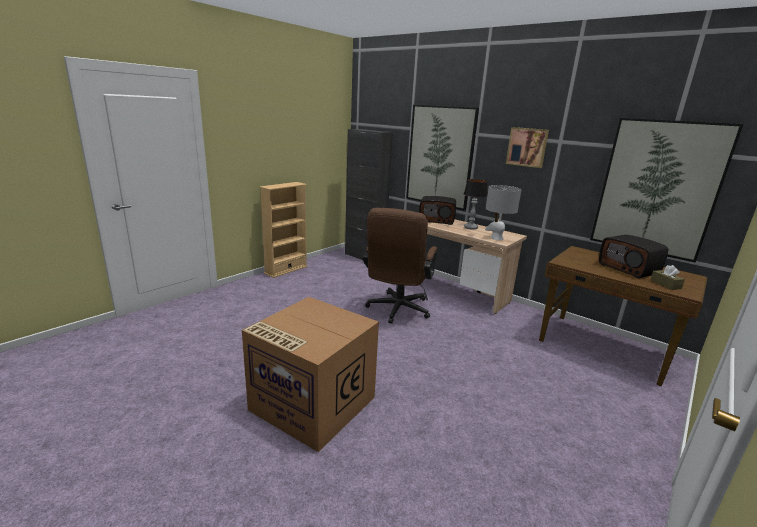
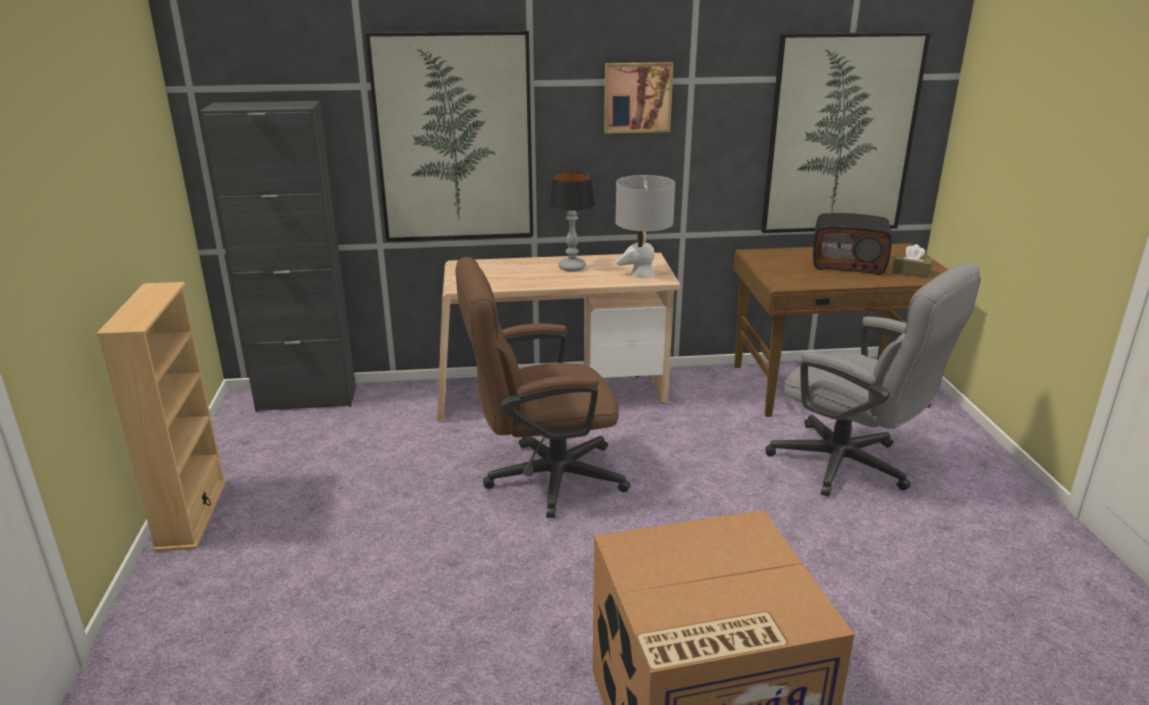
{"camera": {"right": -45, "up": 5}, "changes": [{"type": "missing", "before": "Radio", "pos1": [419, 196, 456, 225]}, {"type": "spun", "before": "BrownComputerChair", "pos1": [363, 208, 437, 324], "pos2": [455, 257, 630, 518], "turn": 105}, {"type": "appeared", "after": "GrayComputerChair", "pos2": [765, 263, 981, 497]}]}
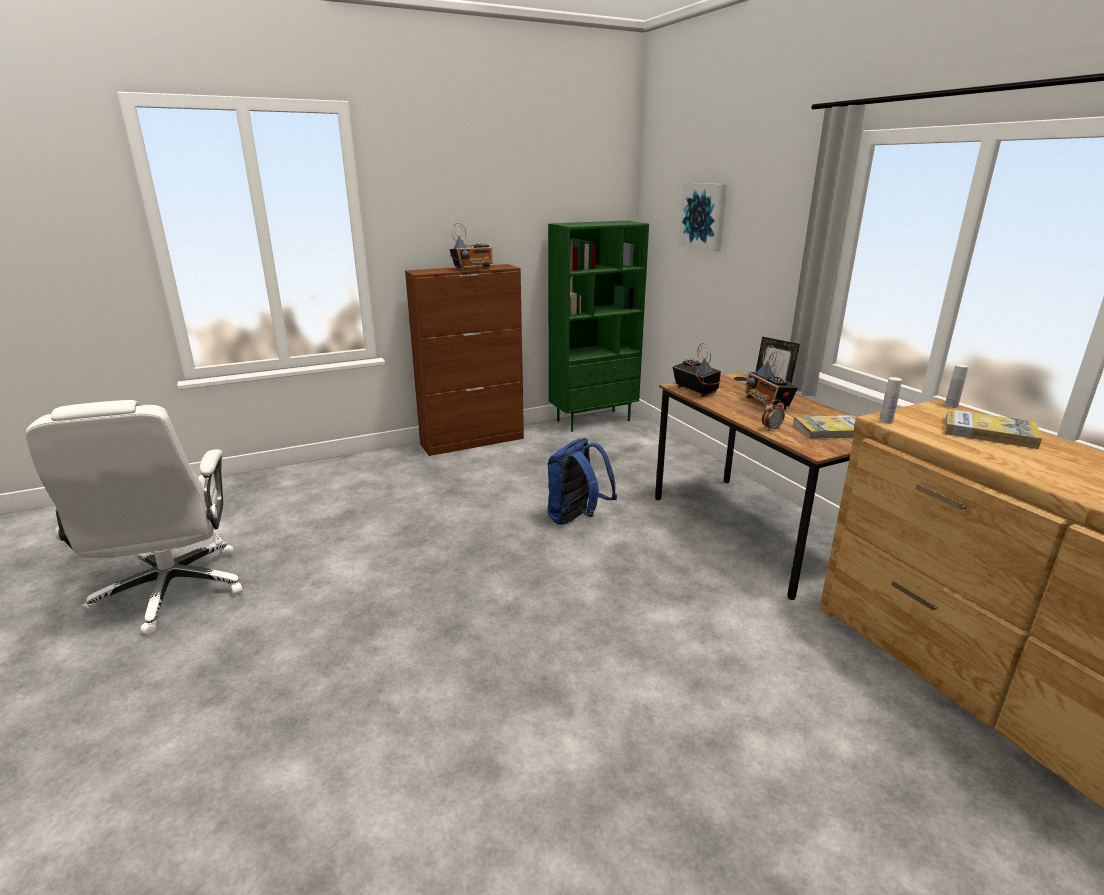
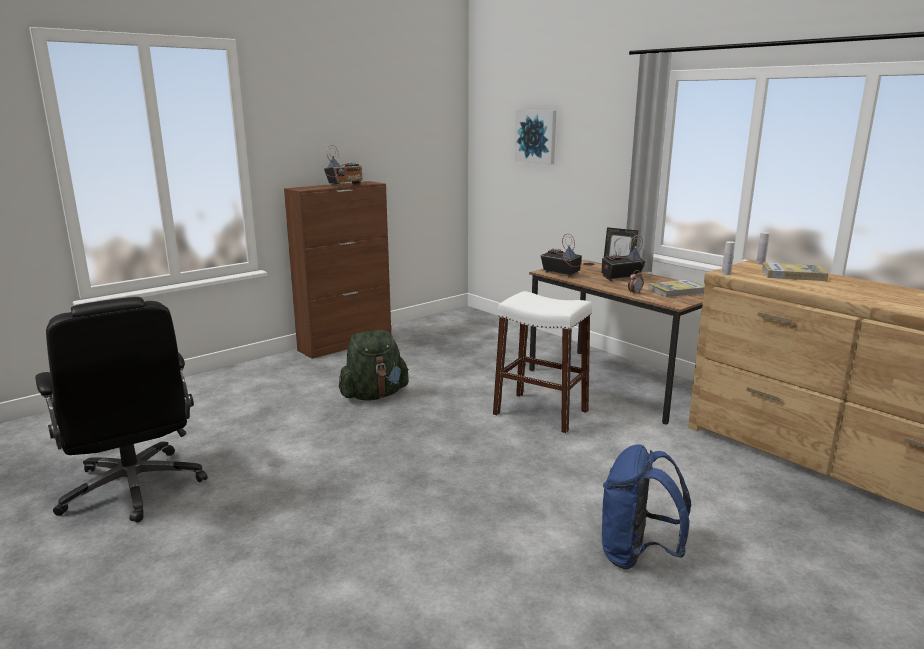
{"camera": {"right": -15, "up": -5}, "changes": [{"type": "missing", "before": "GreenColouredShelvingUnit", "pos1": [548, 221, 649, 432]}, {"type": "spun", "before": "Radio", "pos1": [745, 345, 798, 409], "pos2": [601, 235, 646, 281], "turn": 105}, {"type": "colour", "before": "WhiteColouredComputerChair", "after": "BlackComputerChair", "pos1": [26, 400, 243, 635], "pos2": [35, 297, 208, 523]}, {"type": "relocated", "before": "BlueRucksack", "pos1": [547, 438, 617, 525], "pos2": [602, 444, 691, 569]}, {"type": "appeared", "after": "WhiteColouredStool", "pos2": [493, 291, 592, 433]}, {"type": "appeared", "after": "GreenColouredRucksack", "pos2": [339, 330, 409, 401]}]}
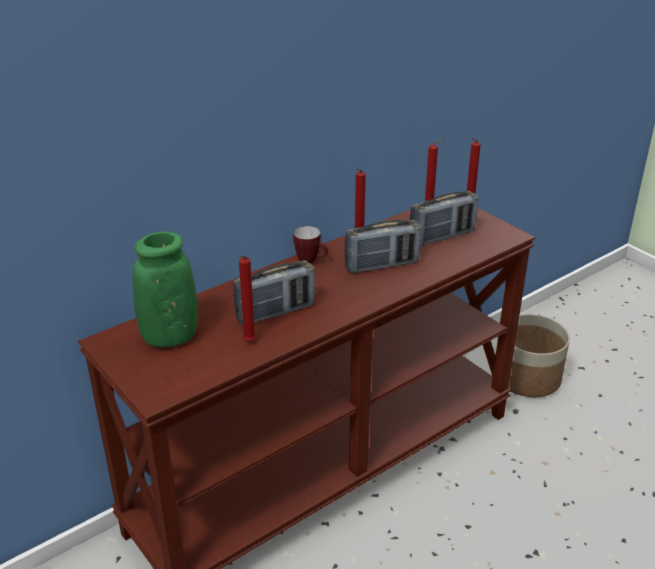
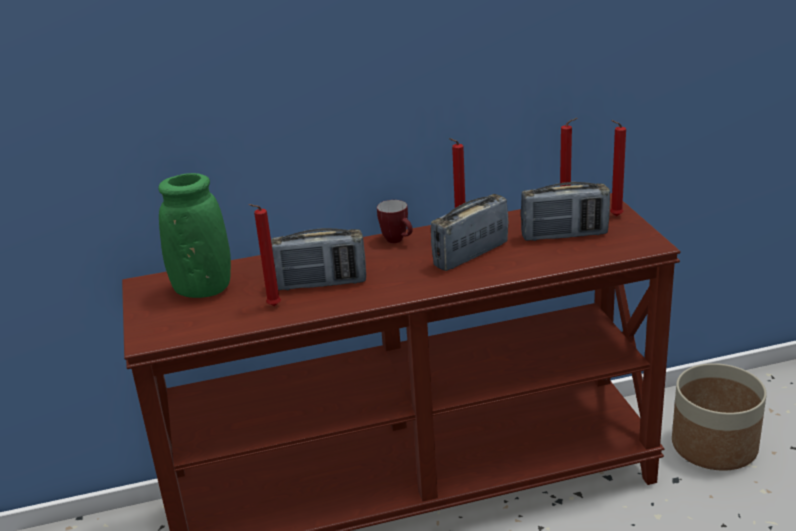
{"camera": {"right": 25, "up": -5}, "changes": [{"type": "spun", "before": "Radio", "pos1": [344, 220, 421, 273], "pos2": [431, 194, 509, 271], "turn": 135}]}
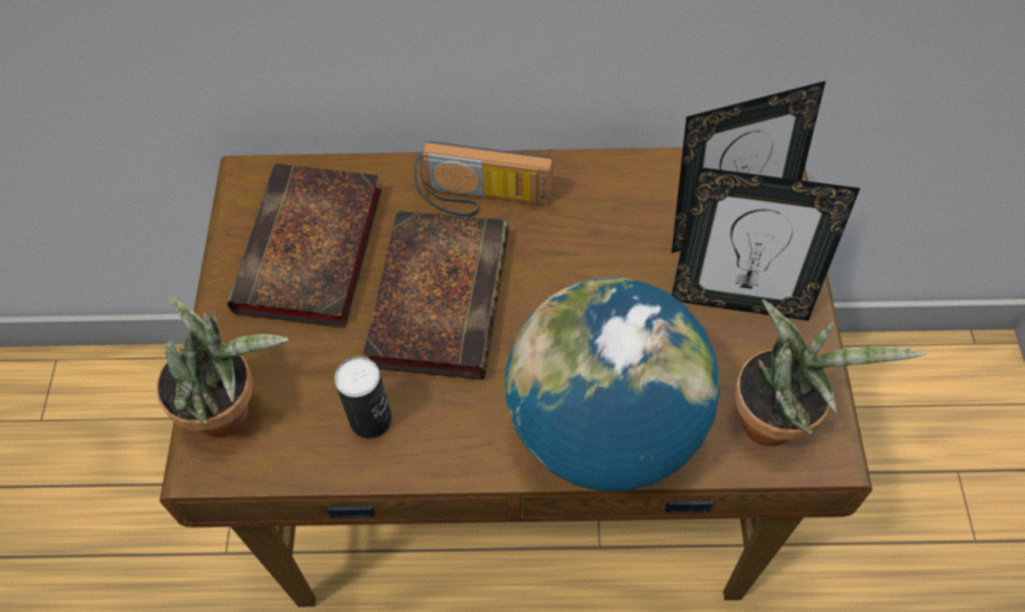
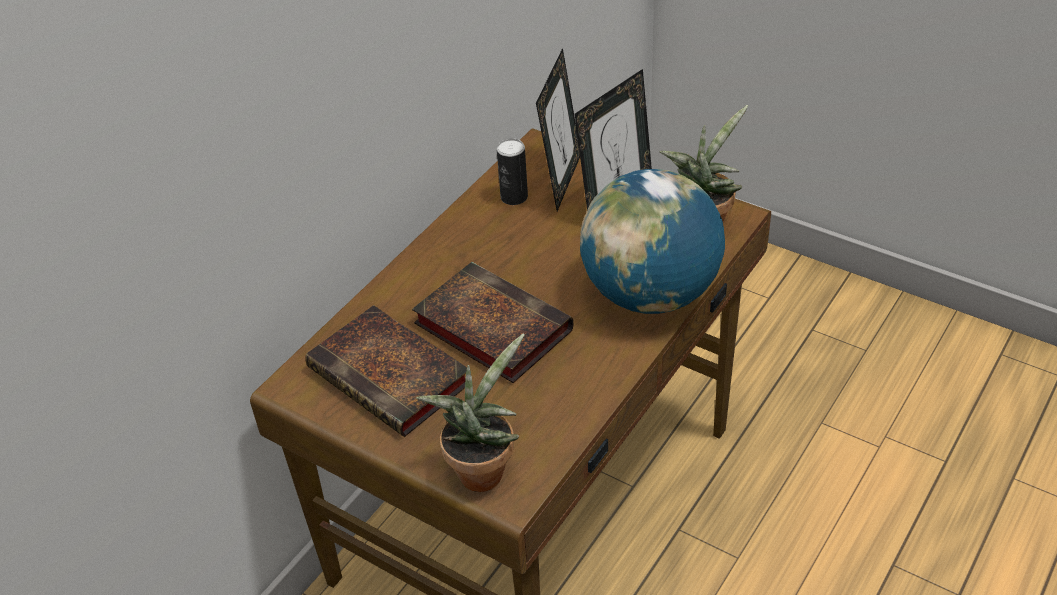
{"camera": {"right": -55, "up": -15}, "changes": [{"type": "missing", "before": "Radio", "pos1": [414, 141, 553, 217]}, {"type": "relocated", "before": "Can", "pos1": [334, 357, 392, 439], "pos2": [497, 138, 528, 205]}]}
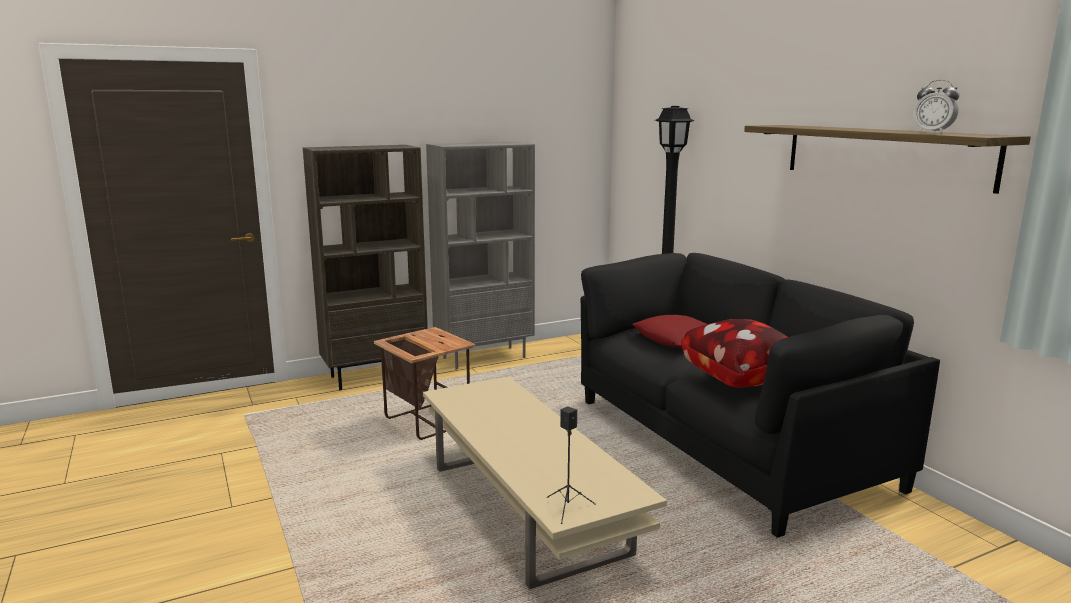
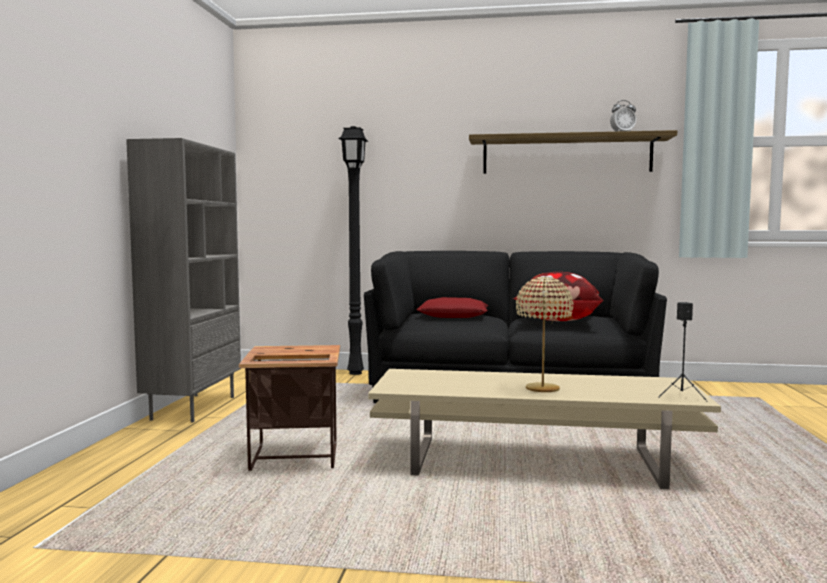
{"camera": {"right": -55, "up": -10}, "changes": [{"type": "missing", "before": "BrownShelvingUnit", "pos1": [303, 145, 428, 390]}, {"type": "appeared", "after": "BeigeColouredLampForATable", "pos2": [516, 277, 573, 392]}]}
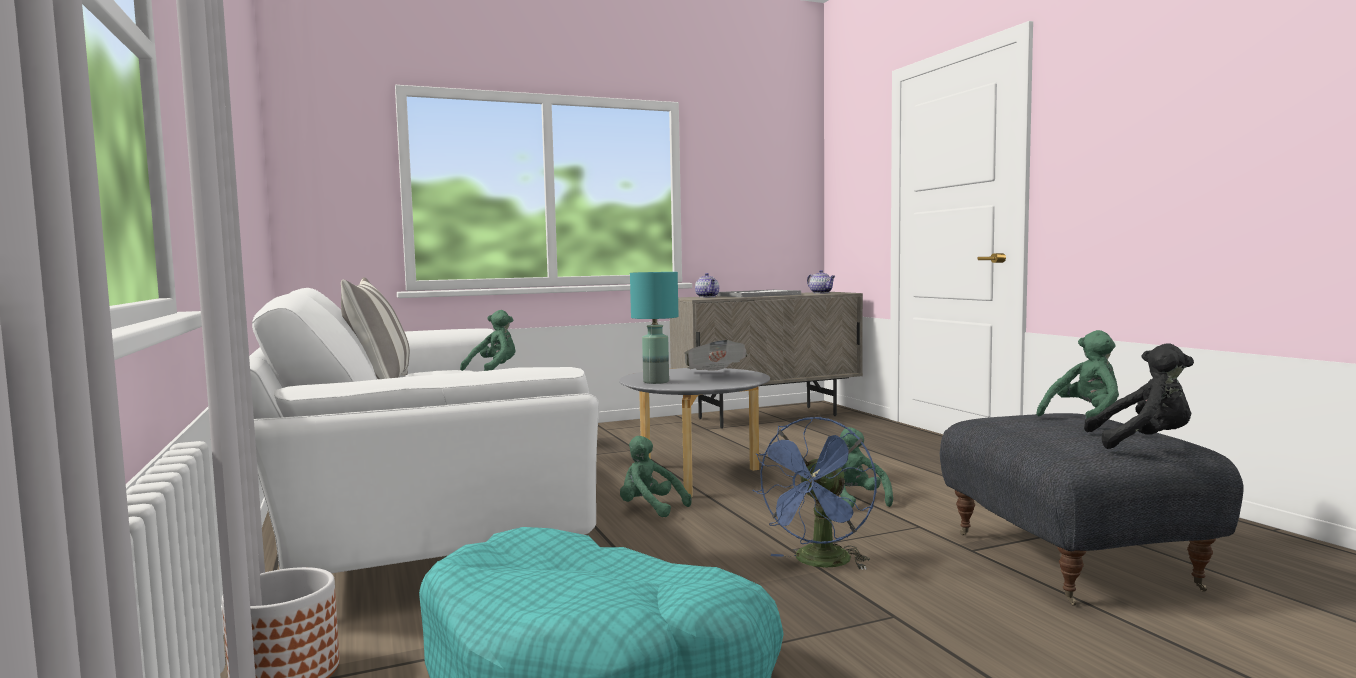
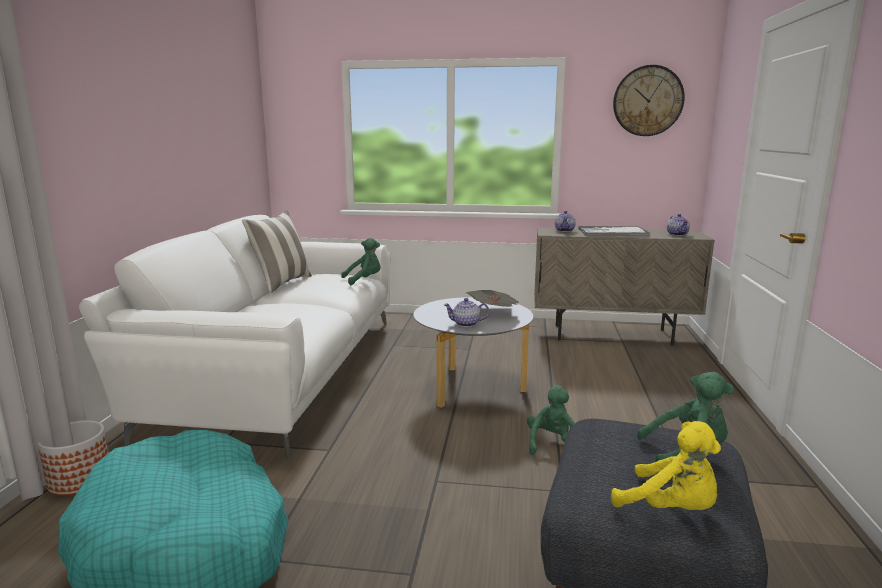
{"camera": {"right": 30, "up": 10}, "changes": [{"type": "missing", "before": "BlueGreenLampForATable", "pos1": [630, 272, 678, 384]}, {"type": "colour", "before": "BlackPlushToy", "after": "YellowishPlushToy", "pos1": [1084, 343, 1194, 449], "pos2": [611, 421, 721, 510]}, {"type": "missing", "before": "BlueFan", "pos1": [753, 417, 877, 570]}, {"type": "missing", "before": "GreenColouredPlushToy", "pos1": [620, 436, 692, 517]}, {"type": "appeared", "after": "HangingClock", "pos2": [613, 65, 685, 136]}, {"type": "appeared", "after": "PotForTea", "pos2": [444, 298, 489, 327]}]}
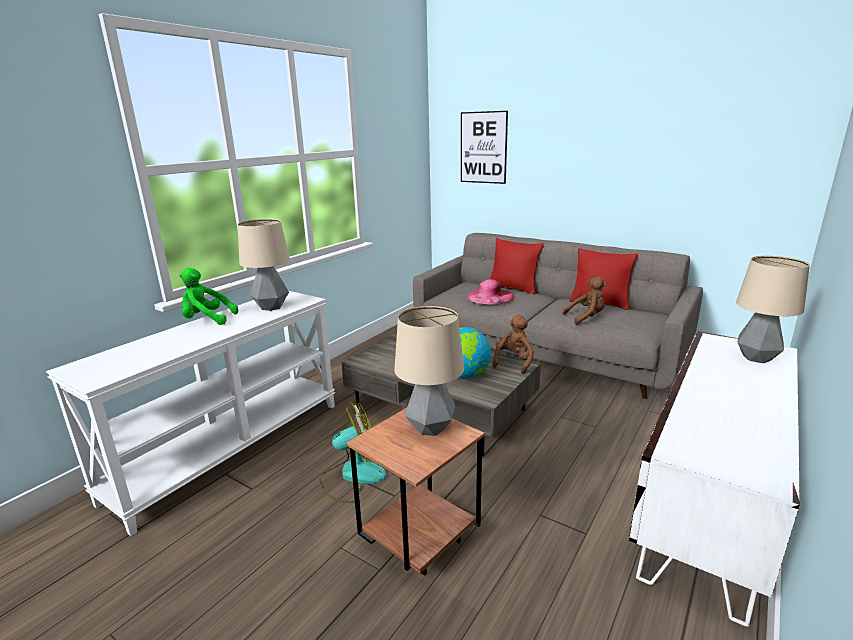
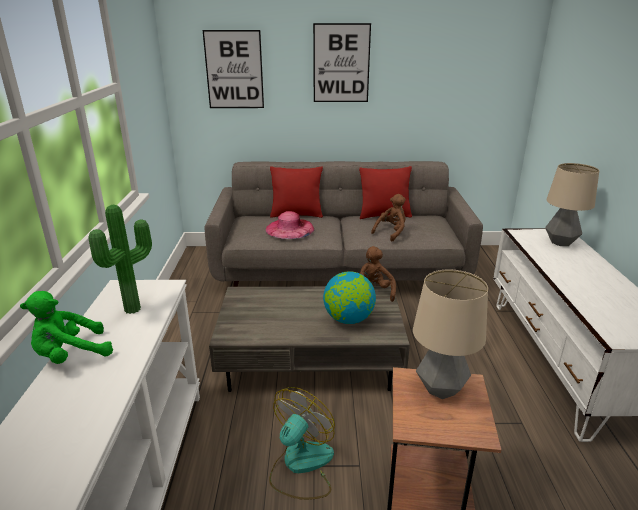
{"camera": {"right": -35, "up": 5}, "changes": [{"type": "exchanged", "before": "LampForATable", "after": "Houseplant", "pos1": [238, 219, 290, 311], "pos2": [88, 205, 152, 314]}, {"type": "appeared", "after": "WallPicture", "pos2": [313, 23, 371, 102]}]}
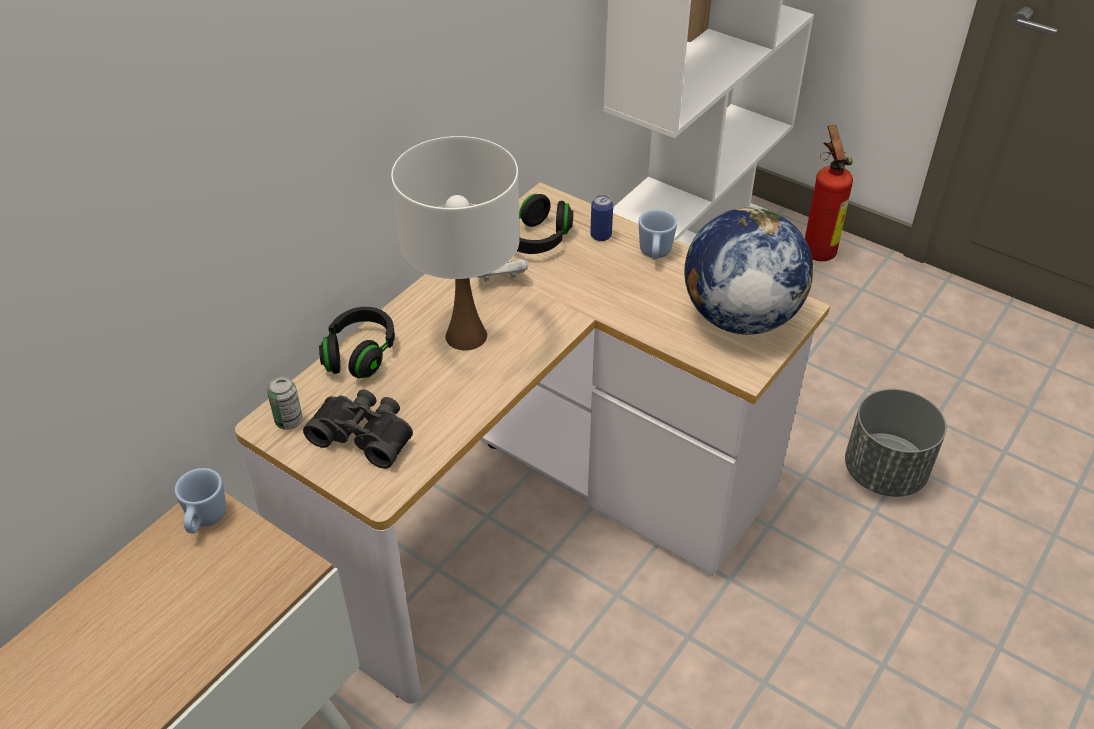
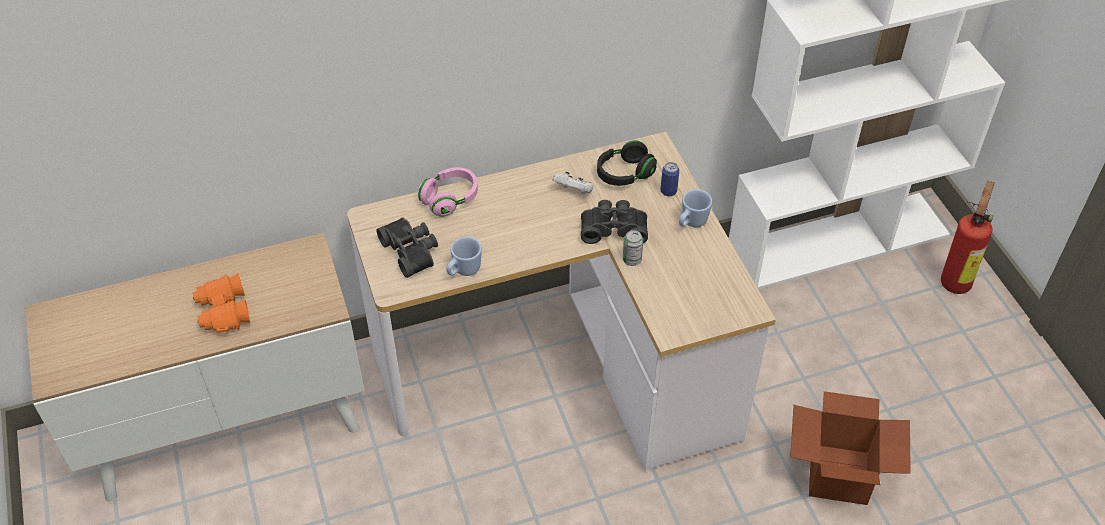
{"camera": {"right": 35, "up": 5}, "changes": [{"type": "missing", "before": "WhiteColouredLampForATable", "pos1": [391, 136, 520, 351]}, {"type": "missing", "before": "Globe", "pos1": [684, 207, 814, 335]}, {"type": "colour", "before": "BlackHeadphones", "after": "PinkColouredHeadphones", "pos1": [319, 307, 395, 378], "pos2": [418, 167, 478, 216]}, {"type": "relocated", "before": "Can", "pos1": [267, 376, 303, 429], "pos2": [623, 230, 643, 266]}, {"type": "exchanged", "before": "GrayPlantPot", "after": "Carton", "pos1": [845, 389, 947, 497], "pos2": [790, 391, 911, 505]}, {"type": "relocated", "before": "BlueCoffeeMug", "pos1": [174, 468, 226, 534], "pos2": [446, 237, 482, 276]}, {"type": "appeared", "after": "BlackFieldGlasses", "pos2": [581, 200, 648, 244]}, {"type": "appeared", "after": "OrangeyFieldGlasses", "pos2": [193, 273, 250, 333]}]}
